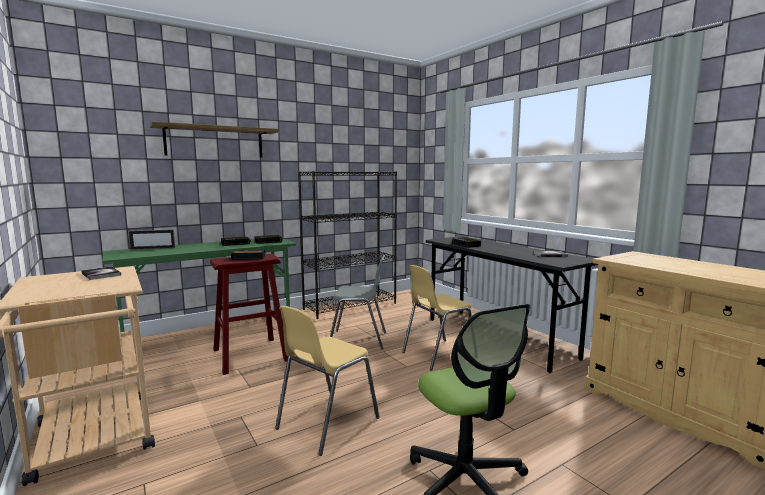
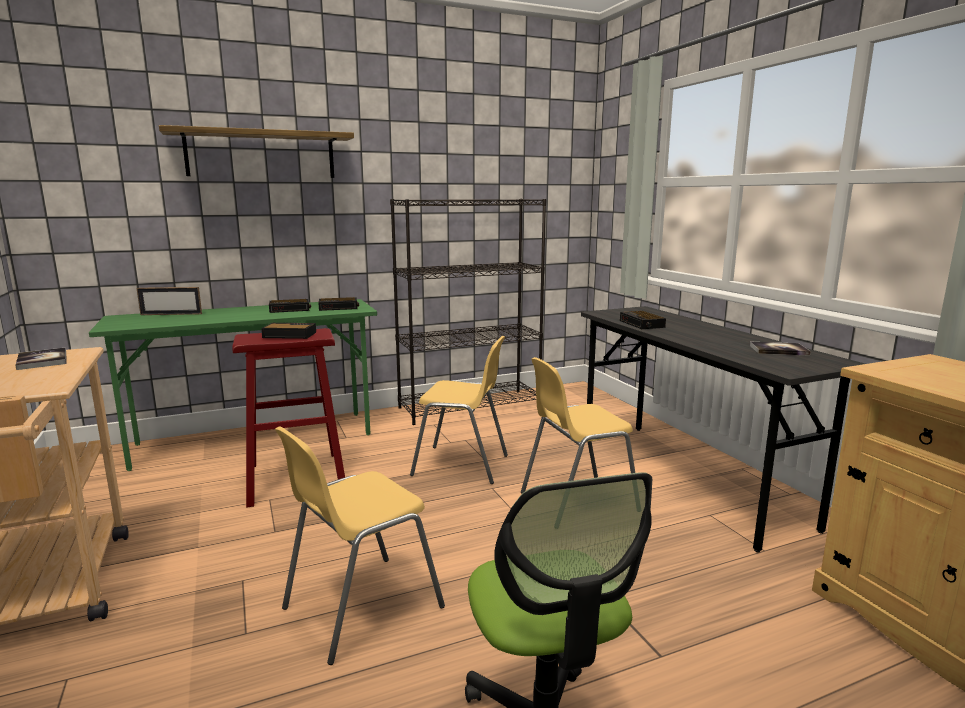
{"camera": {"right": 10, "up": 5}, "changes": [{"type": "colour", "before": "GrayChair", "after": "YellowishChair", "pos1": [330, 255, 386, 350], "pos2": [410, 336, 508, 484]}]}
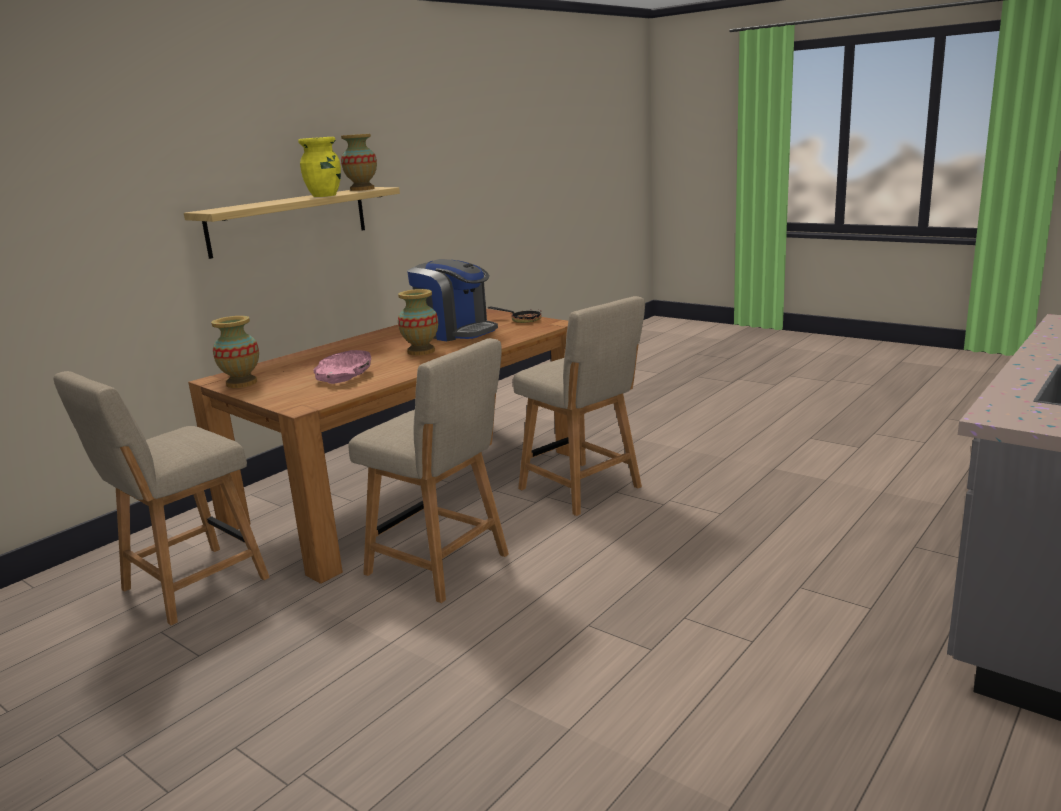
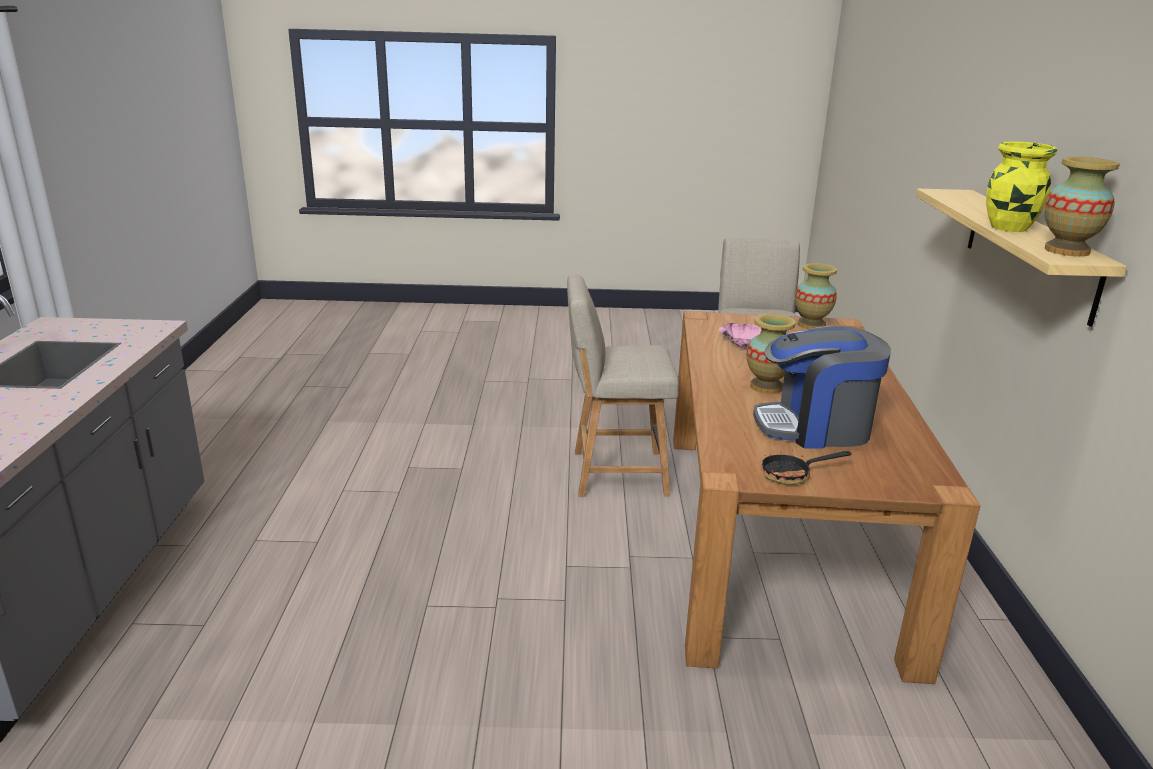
{"camera": {"right": 140, "up": 5}, "changes": [{"type": "missing", "before": "BeigeColouredChair", "pos1": [513, 296, 645, 516]}]}
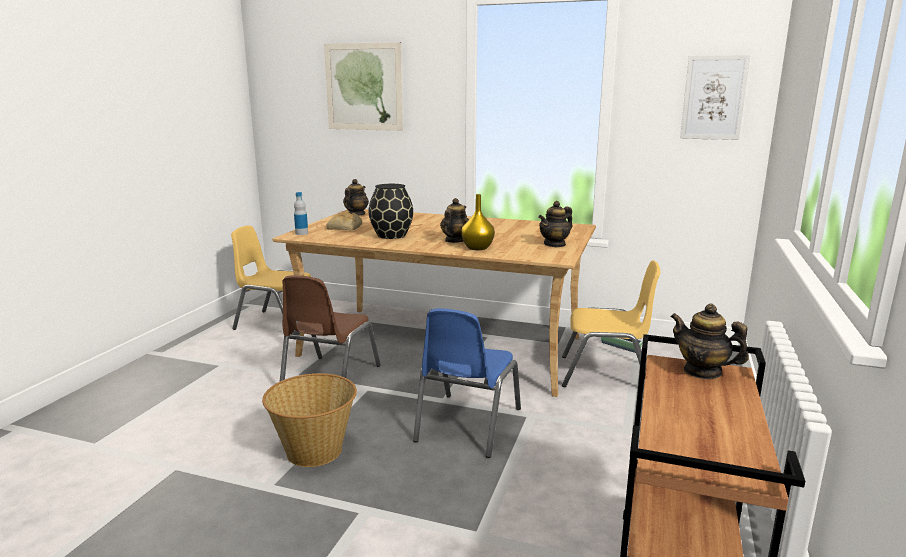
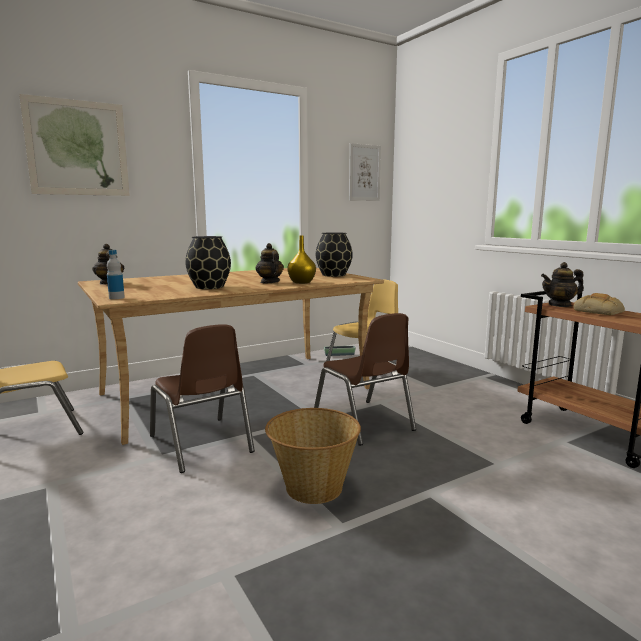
{"camera": {"right": -50, "up": -5}, "changes": [{"type": "exchanged", "before": "PotForTea", "after": "BlackFlowerVase", "pos1": [539, 201, 573, 247], "pos2": [316, 233, 353, 277]}, {"type": "relocated", "before": "BakeryBread", "pos1": [326, 211, 362, 230], "pos2": [574, 293, 625, 315]}, {"type": "colour", "before": "BlueChair", "after": "BrownChair", "pos1": [413, 308, 521, 458], "pos2": [314, 313, 416, 446]}]}
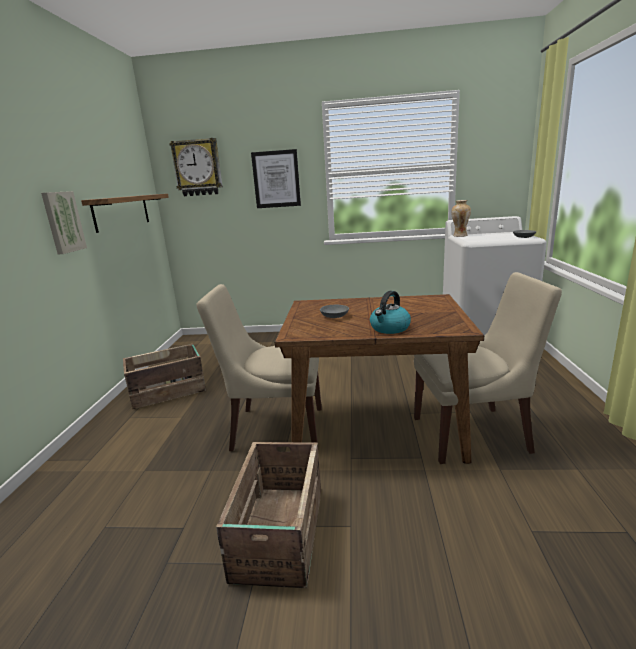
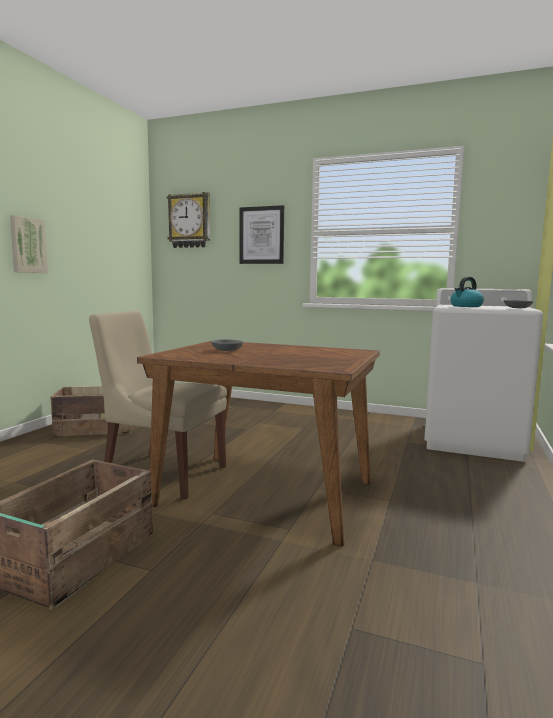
{"camera": {"right": 15, "up": -10}, "changes": [{"type": "missing", "before": "Shelf", "pos1": [81, 194, 169, 233]}, {"type": "missing", "before": "FlowerVase", "pos1": [451, 200, 471, 237]}, {"type": "missing", "before": "BeigeColouredChair", "pos1": [414, 272, 562, 464]}, {"type": "relocated", "before": "Kettle", "pos1": [370, 291, 411, 334], "pos2": [450, 277, 484, 307]}]}
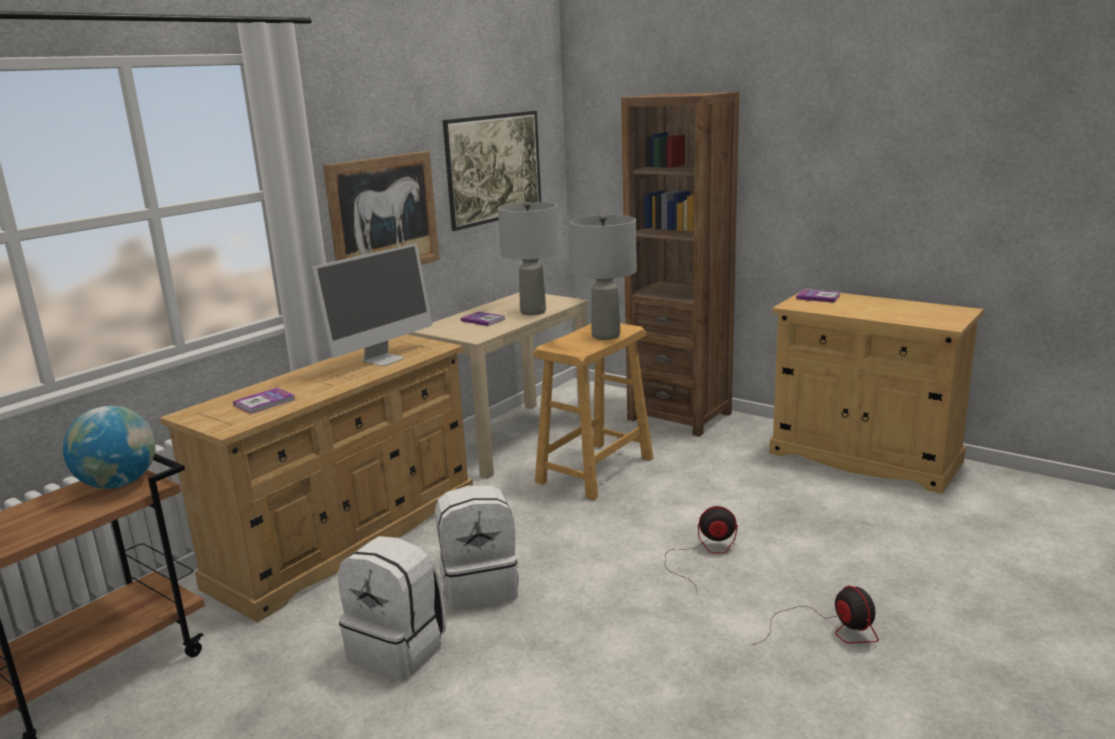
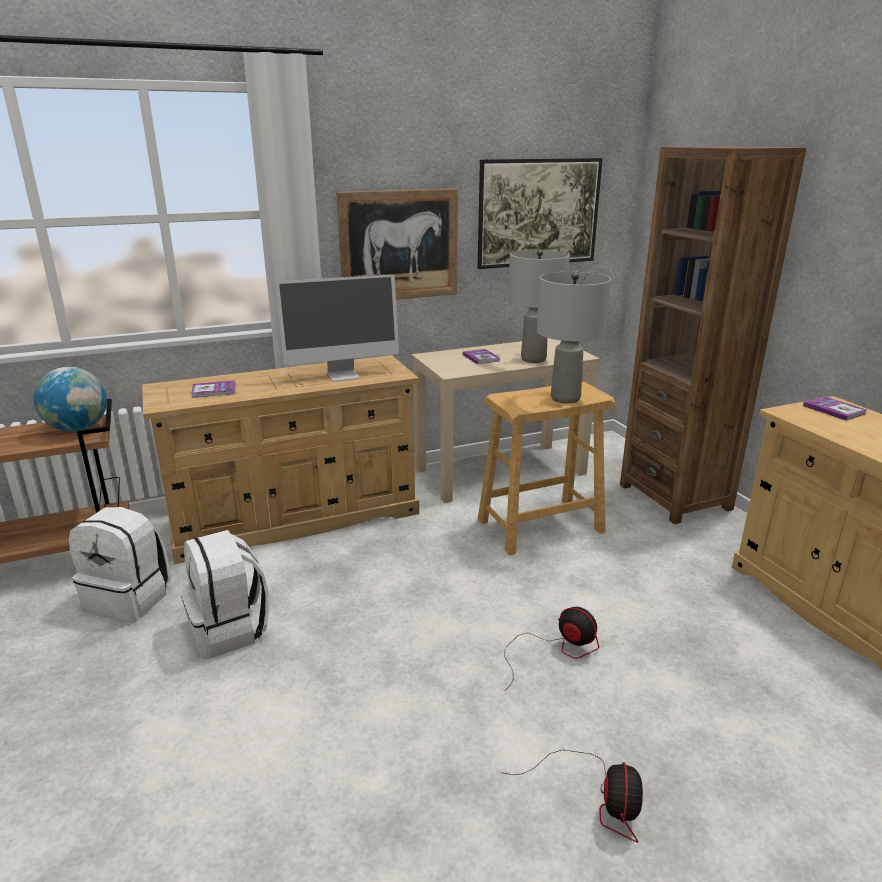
{"camera": {"right": 30, "up": 5}, "changes": [{"type": "relocated", "before": "WhiteColouredRucksack", "pos1": [435, 485, 519, 611], "pos2": [69, 507, 171, 623]}]}
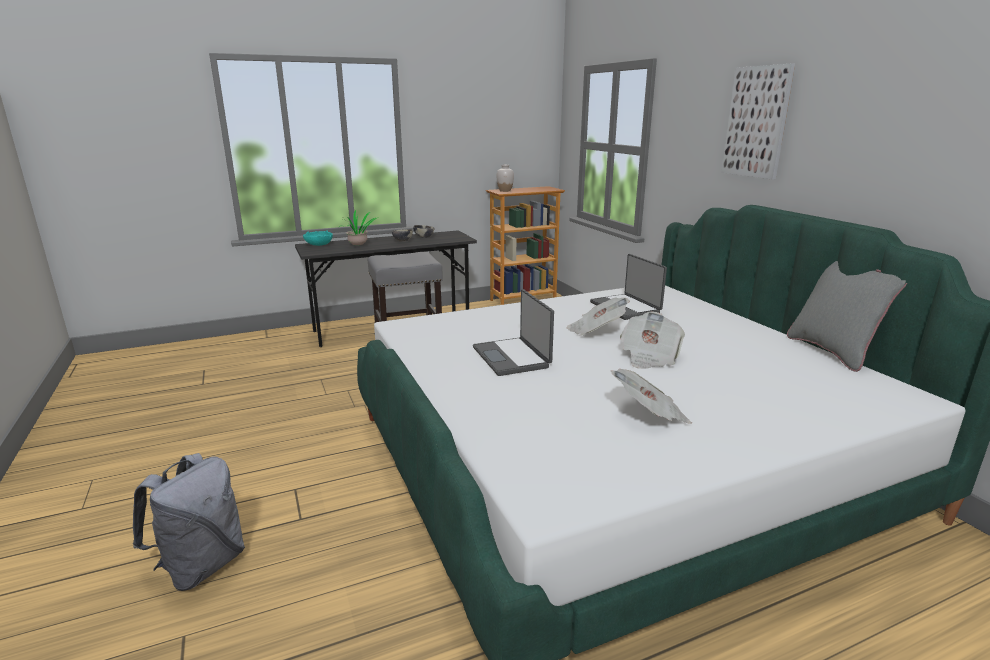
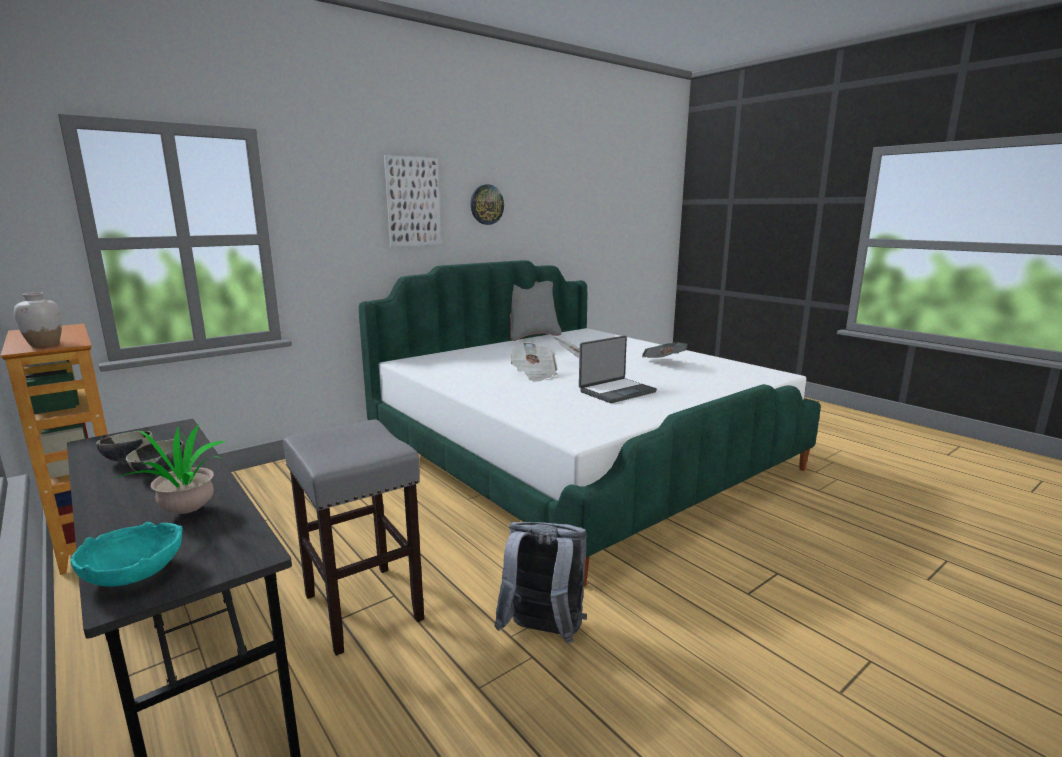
{"camera": {"right": -105, "up": -5}, "changes": [{"type": "missing", "before": "NotebookComputer", "pos1": [590, 254, 667, 320]}, {"type": "relocated", "before": "GrayRucksack", "pos1": [133, 453, 245, 591], "pos2": [494, 522, 587, 644]}, {"type": "appeared", "after": "HangingClock", "pos2": [471, 184, 504, 225]}]}
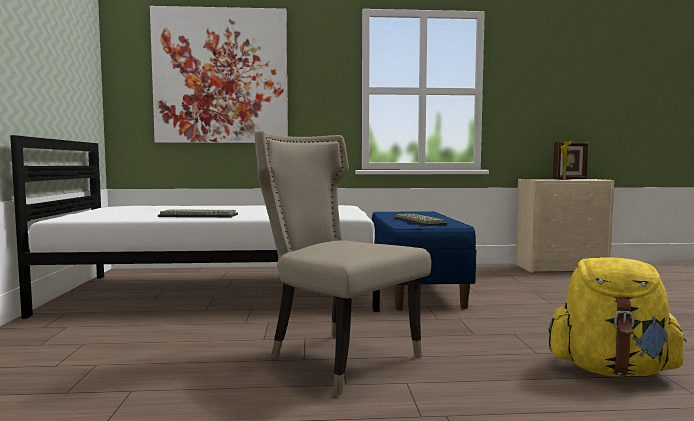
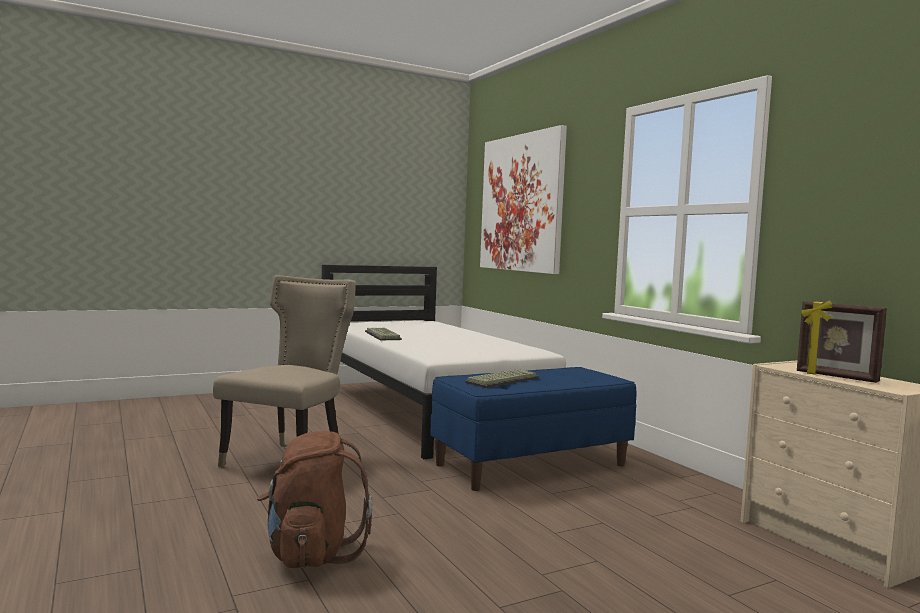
{"camera": {"right": 65, "up": 0}, "changes": [{"type": "colour", "before": "YellowishRucksack", "after": "BrownRucksack", "pos1": [549, 257, 687, 376], "pos2": [257, 431, 372, 568]}]}
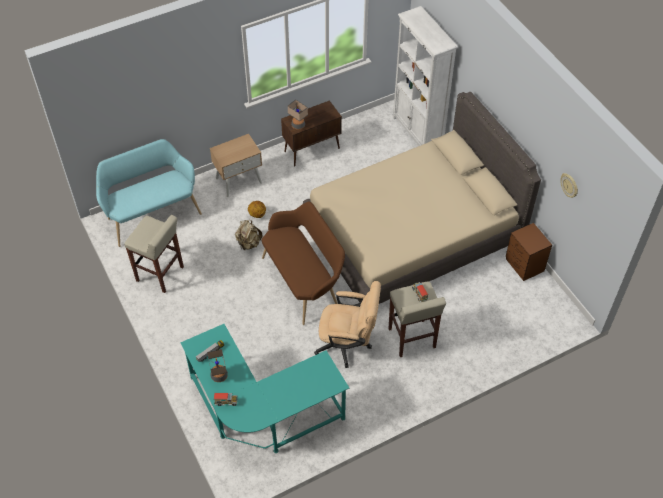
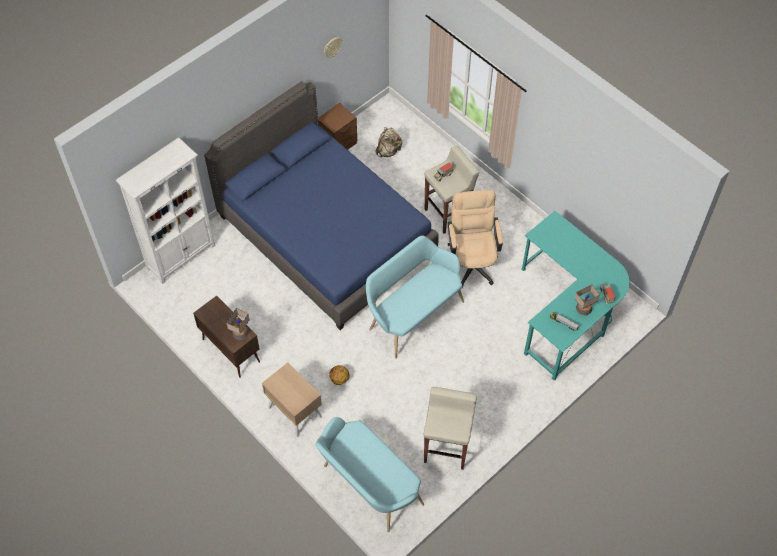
{"camera": {"right": -105, "up": 5}, "changes": [{"type": "colour", "before": "BeigeColouredBedroomBed", "after": "BlueBedroomBed", "pos1": [303, 92, 541, 304], "pos2": [204, 81, 439, 330]}, {"type": "colour", "before": "BrownIndoorBench", "after": "BlueGreenIndoorBench", "pos1": [262, 201, 345, 325], "pos2": [366, 236, 464, 359]}, {"type": "relocated", "before": "BeigeColouredRucksack", "pos1": [235, 220, 263, 251], "pos2": [375, 127, 402, 157]}]}
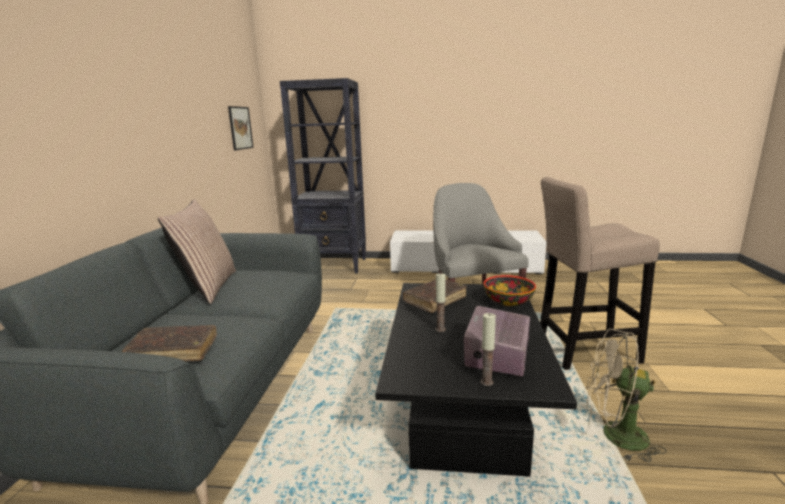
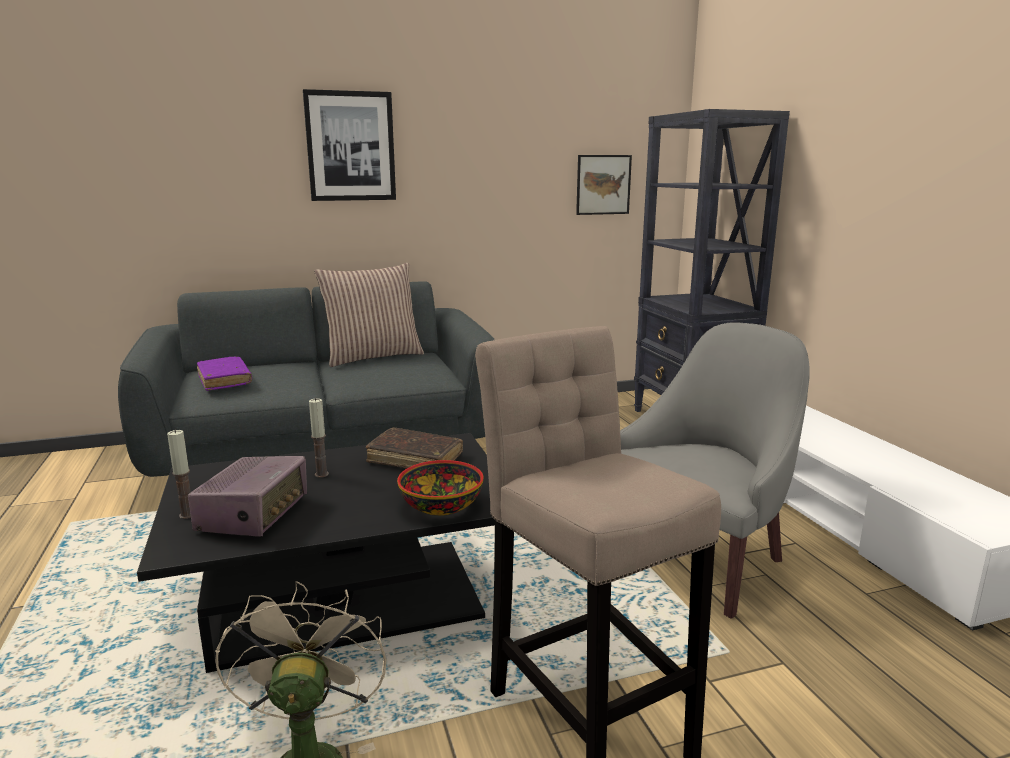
{"camera": {"right": 65, "up": 0}, "changes": [{"type": "spun", "before": "Radio", "pos1": [464, 306, 530, 377], "pos2": [188, 456, 307, 537], "turn": 105}, {"type": "colour", "before": "BrownBook", "after": "PurplishBook", "pos1": [122, 325, 217, 361], "pos2": [197, 356, 252, 391]}, {"type": "appeared", "after": "WallPicture", "pos2": [303, 89, 396, 201]}]}
